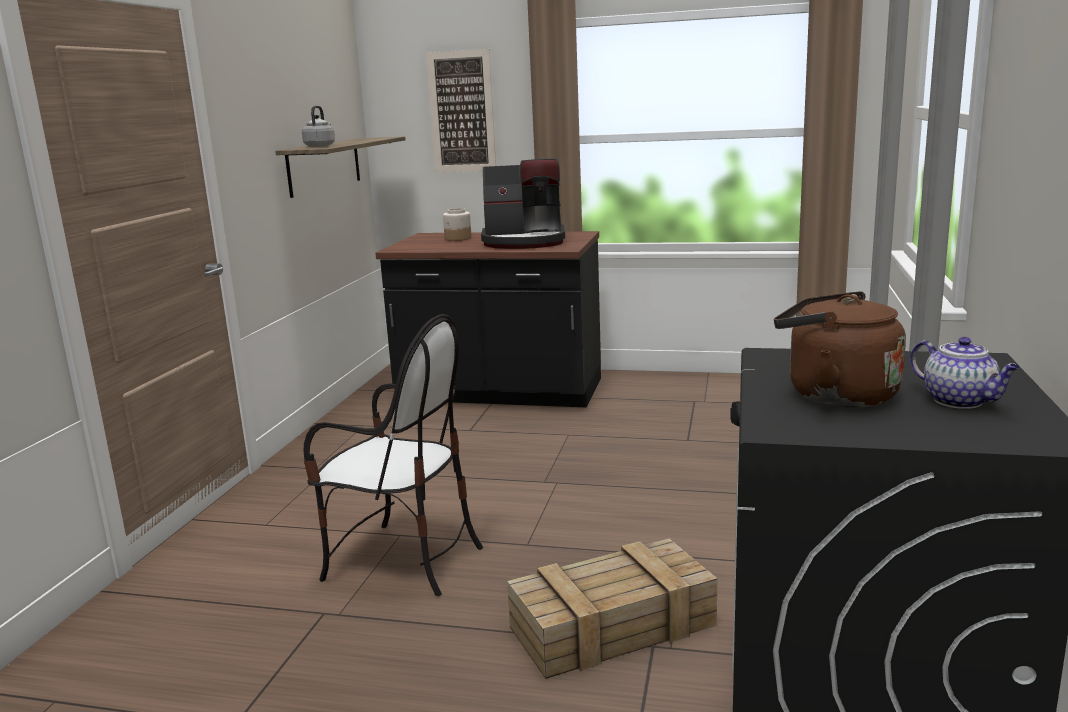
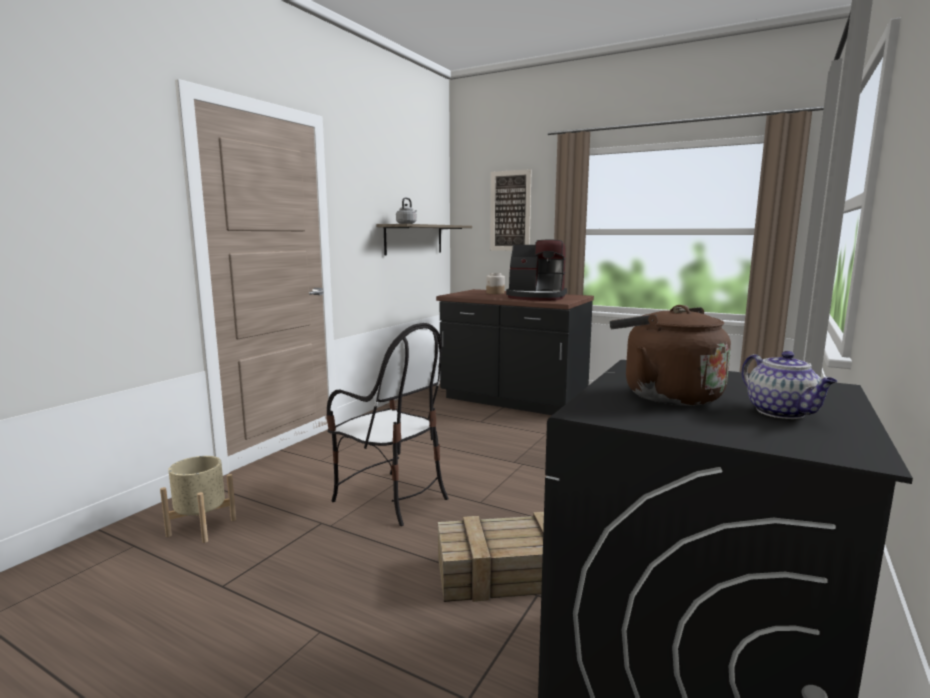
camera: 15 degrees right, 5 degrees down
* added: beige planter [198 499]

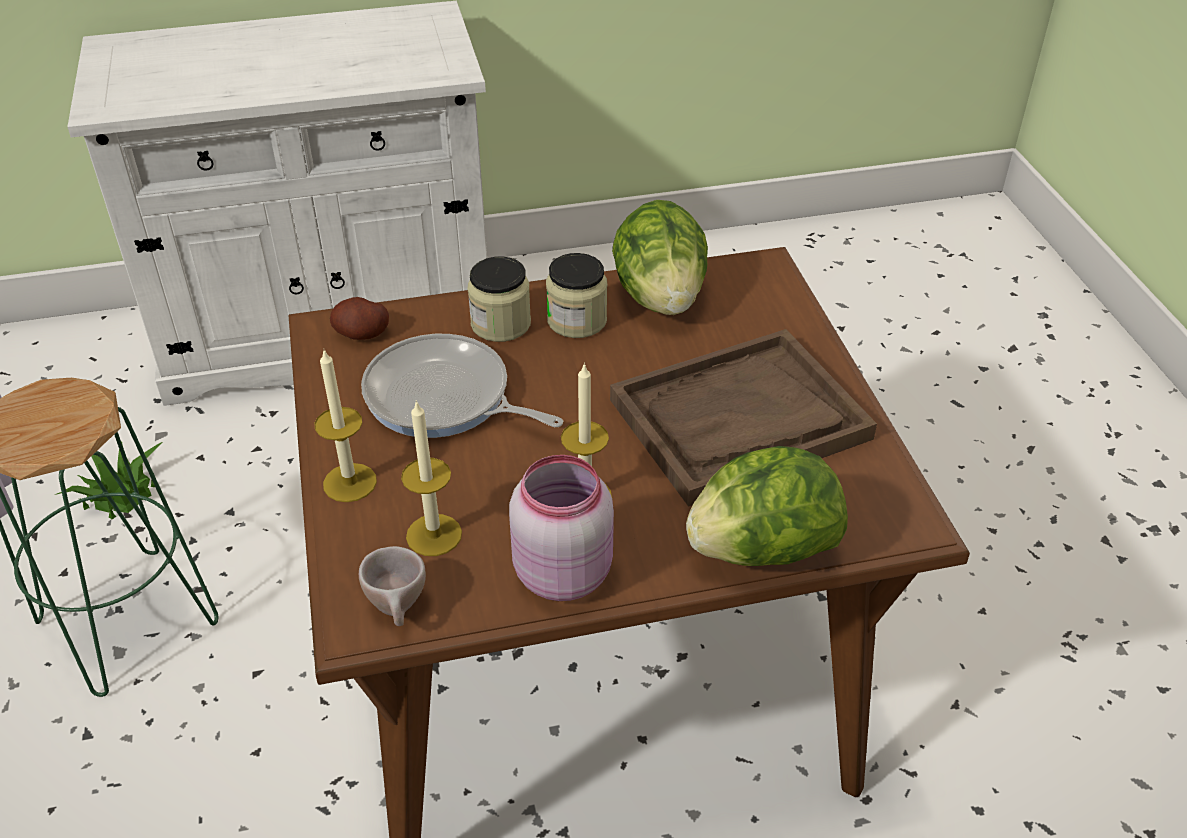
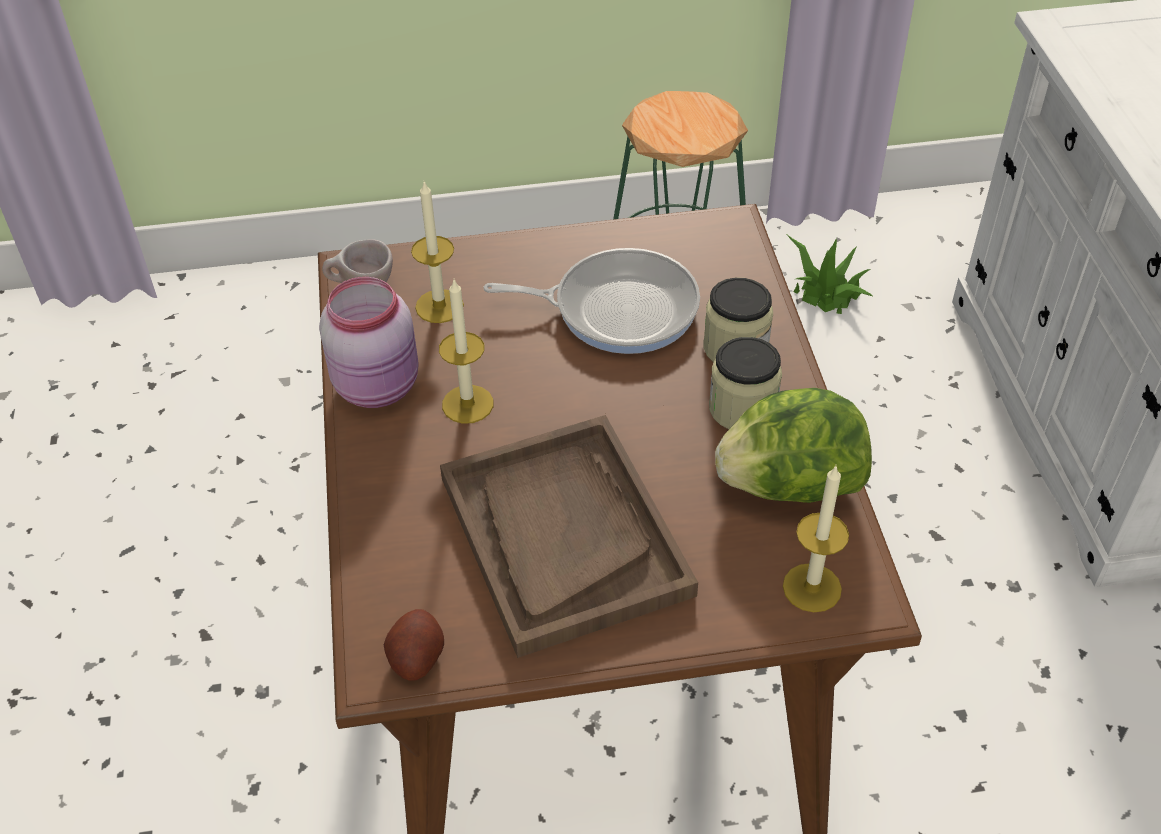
camera: 95 degrees right, 5 degrees up
* moved: potato [359 318] to [414 645]
* turned: frying pan [462 386] = [591 301] 60 degrees clockwise
* moved: candle [346 426] to [816 539]
* removed: lettuce [767 506]

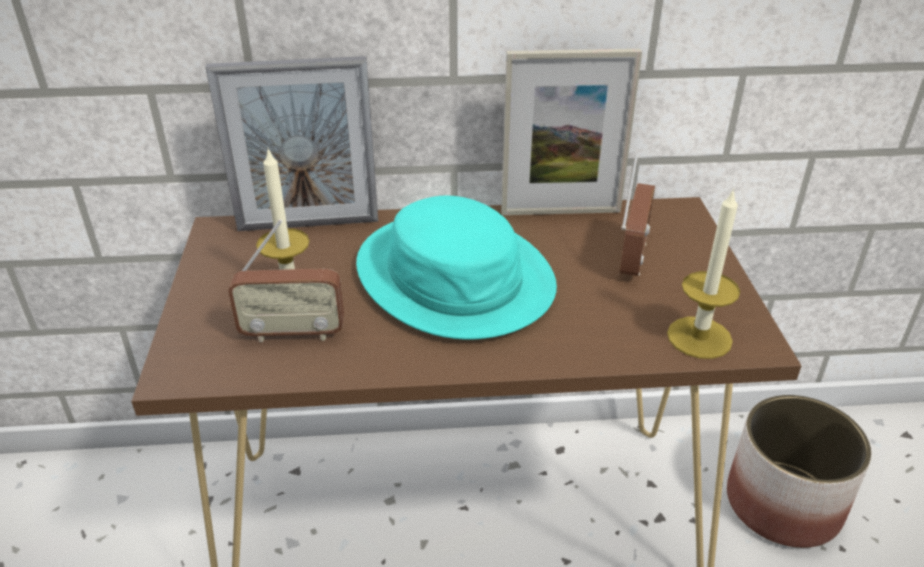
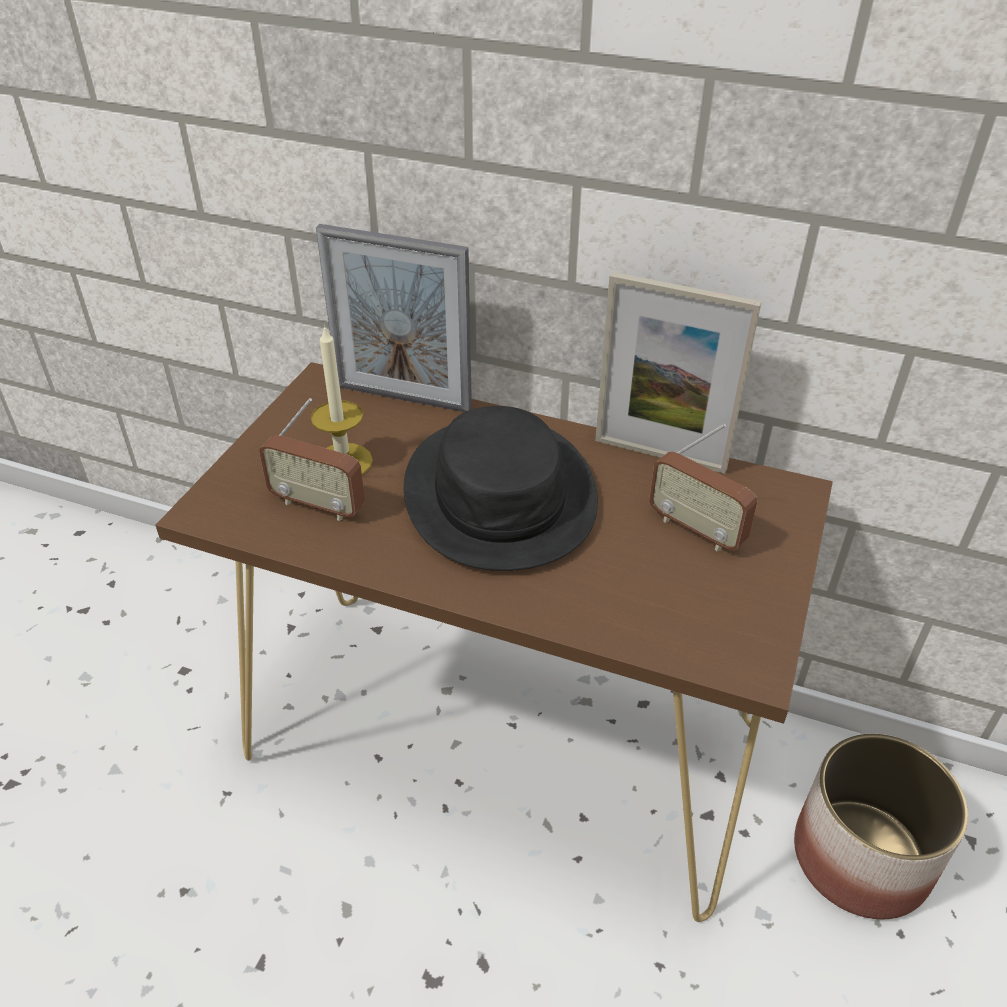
camera: 25 degrees right, 5 degrees up
* turned: radio [637 216] = [703 487] 90 degrees clockwise
* removed: candle [703 273]
* recoloured: turquoise hat [456 267] to black hat [501 488]

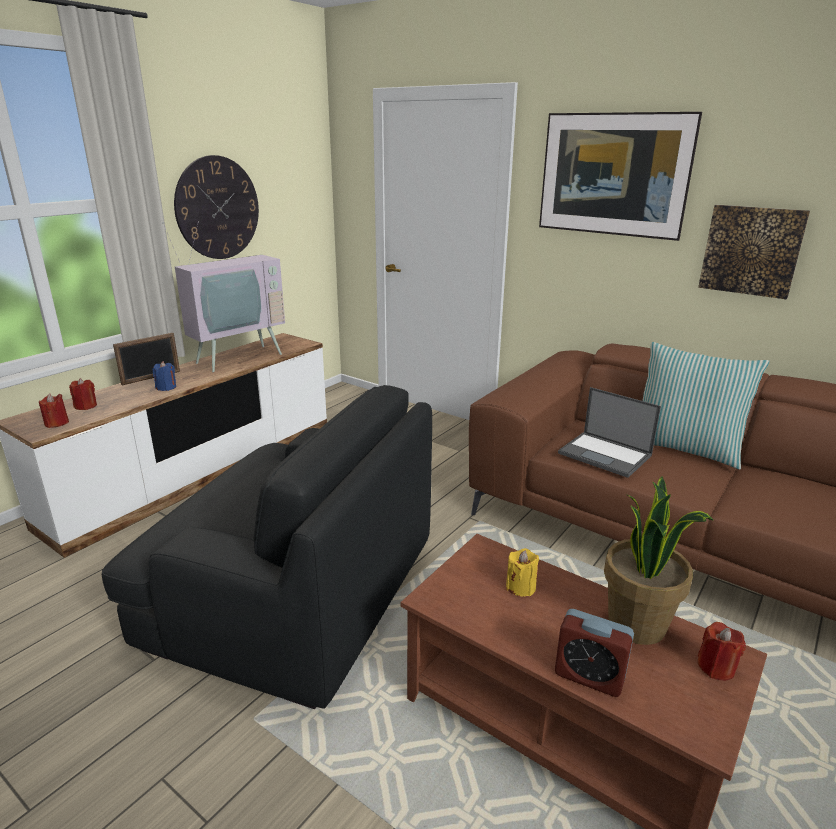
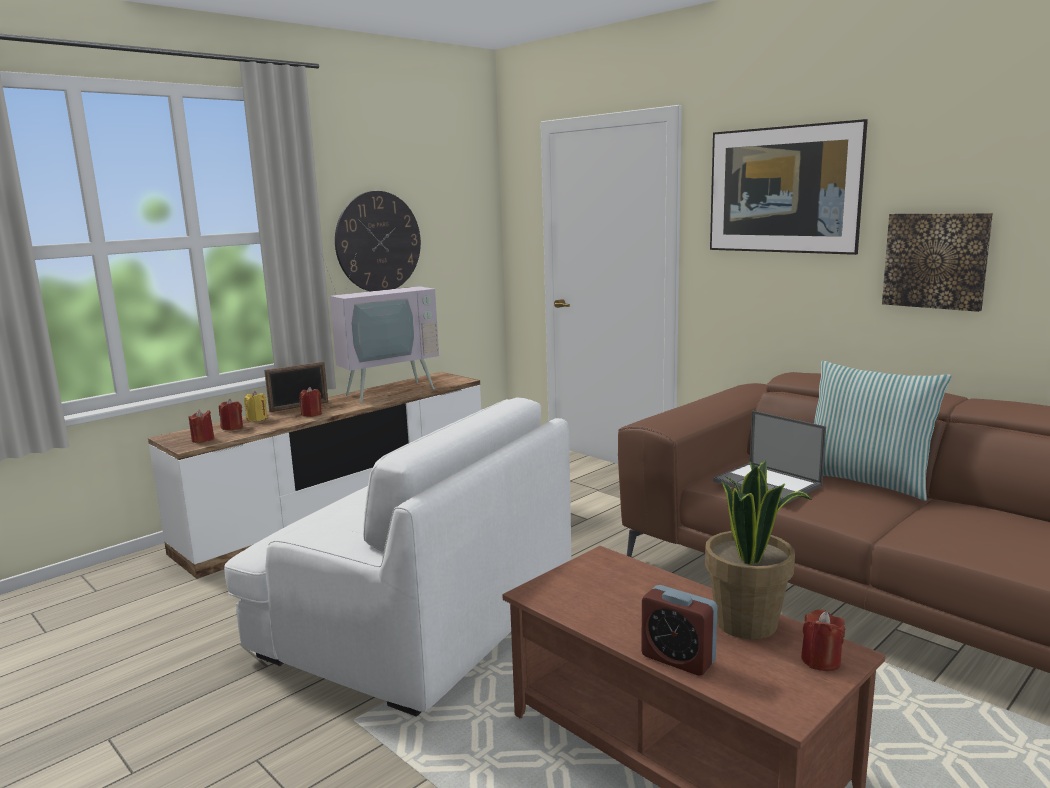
camera: 10 degrees right, 10 degrees down
* recoloured: blue candle [164 376] to red candle [310 402]
* recoloured: black armchair [266 547] to white armchair [397 557]
* moved: yellow candle [522 572] to [255 406]

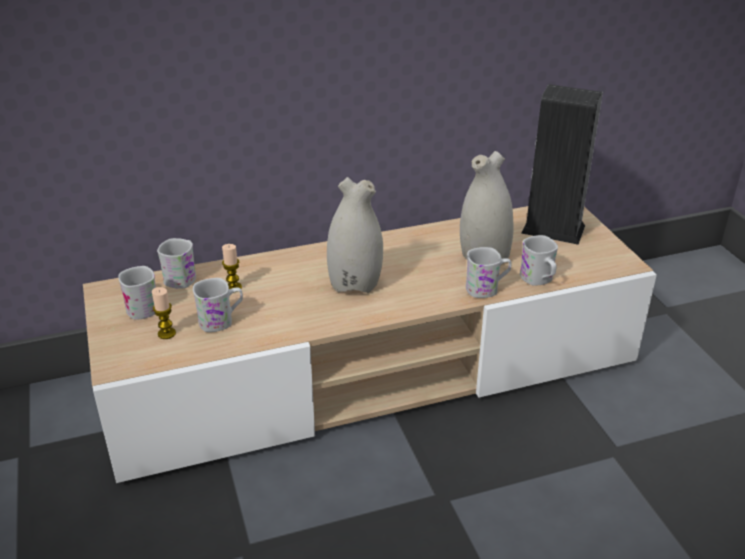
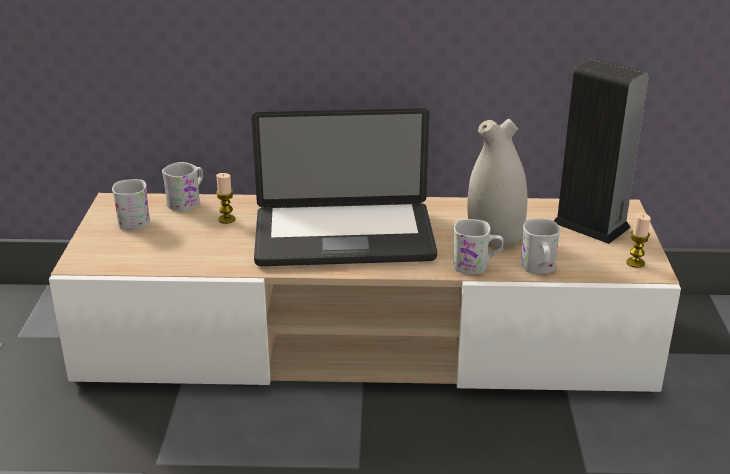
camera: 20 degrees right, 5 degrees down
* replaced: white vase [355 235] to laptop [344 187]
* removed: white mug [218 305]
* moved: candle [164 313] to [638 240]

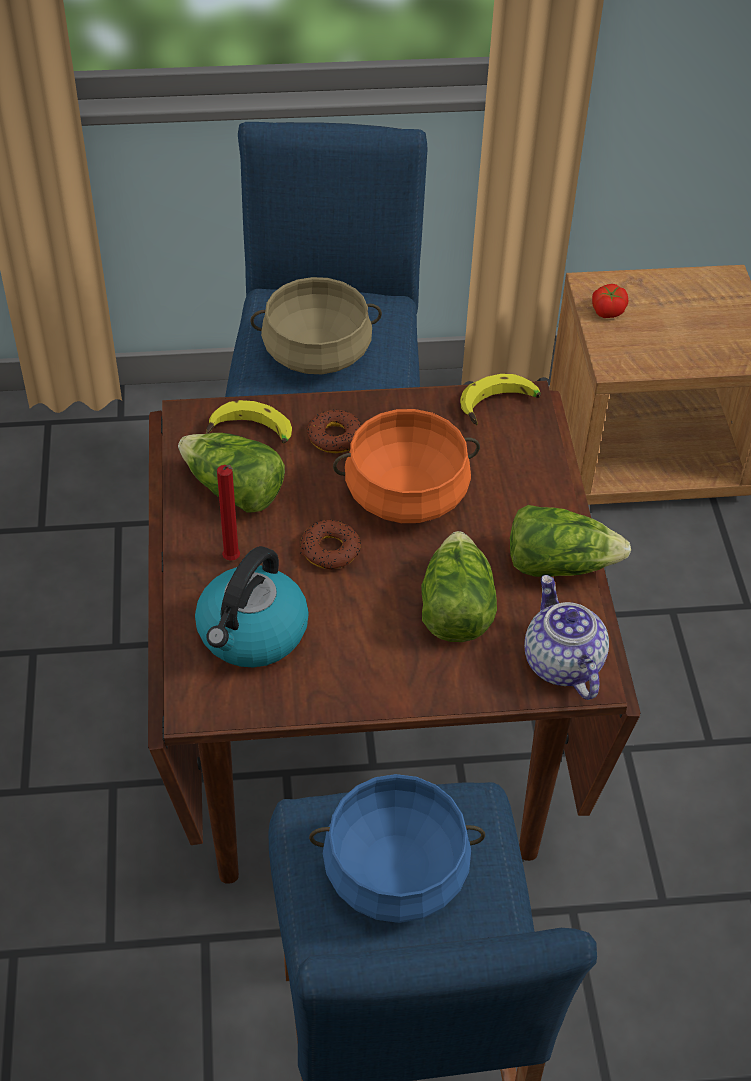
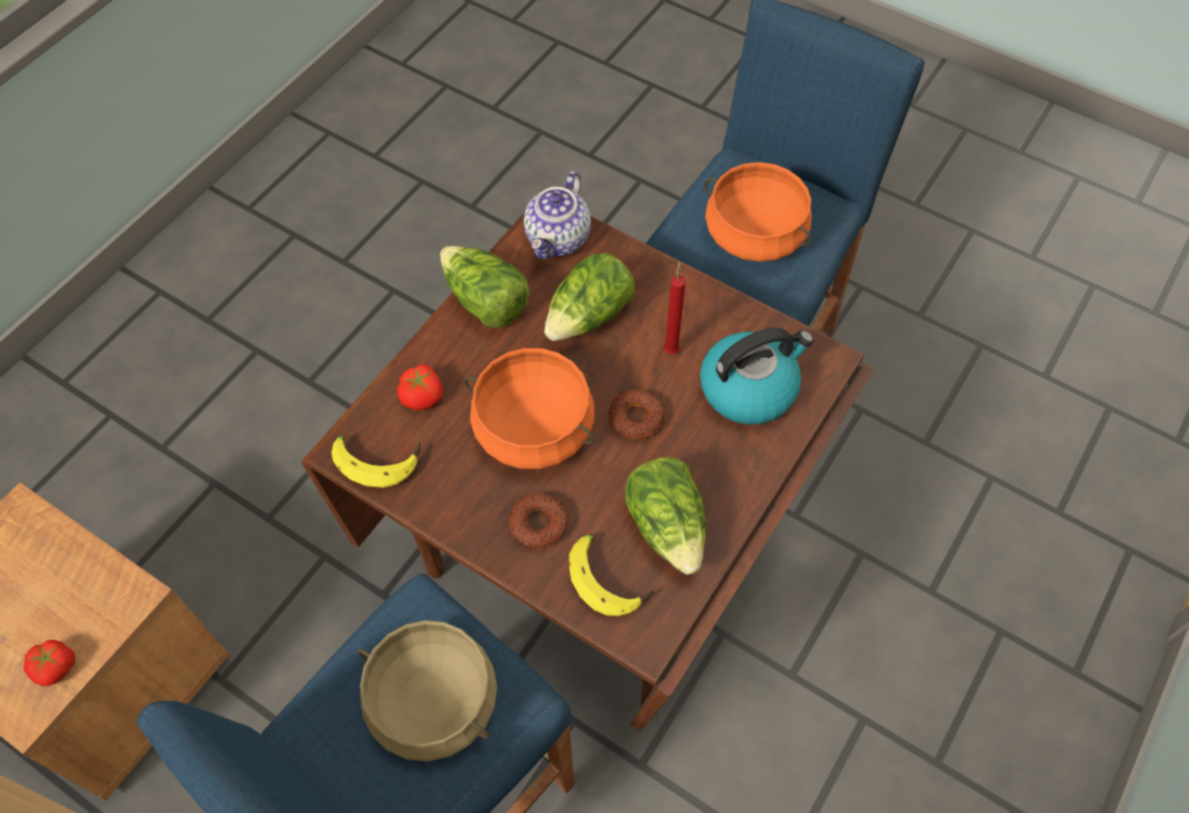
camera: 140 degrees left, 10 degrees up
* moved: red candle [228 513] to [674 308]
* recoloured: blue cooking pot [397 848] to orange cooking pot [758 212]
* added: tomato [420 387]

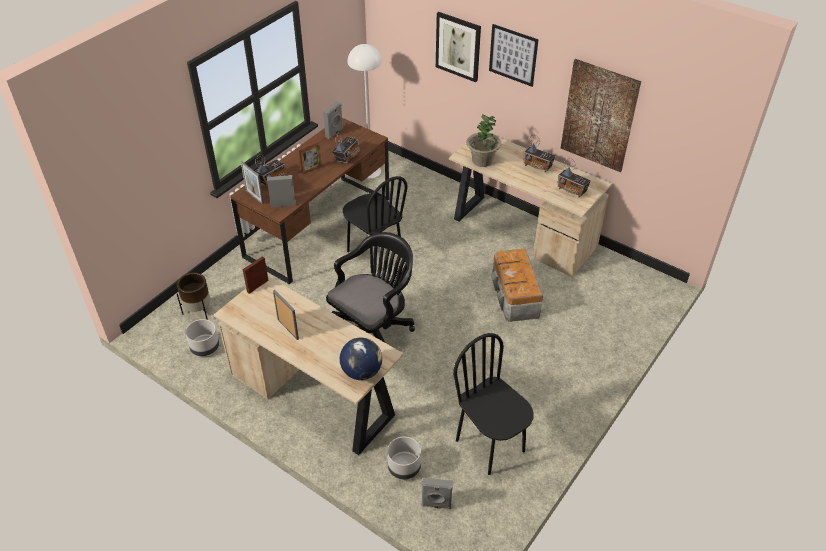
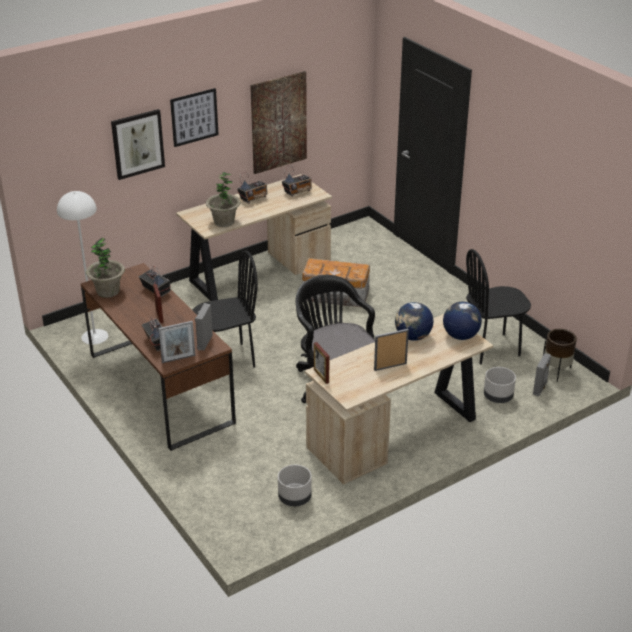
camera: 70 degrees left, 10 degrees down
* replaced: grey speaker [333 120] to potted plant [105 267]
* moved: brown planter [194 296] to [560 355]
* added: globe [414 321]

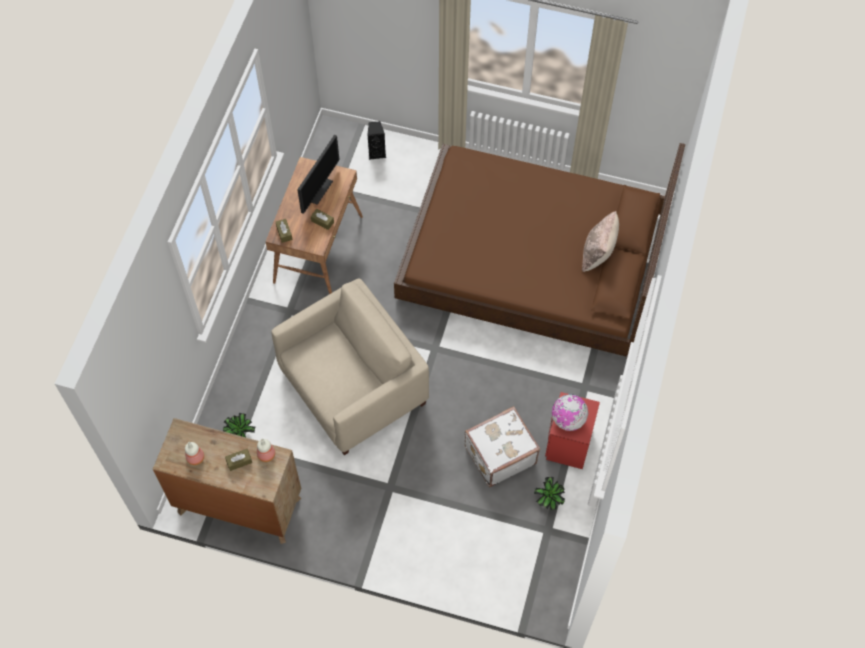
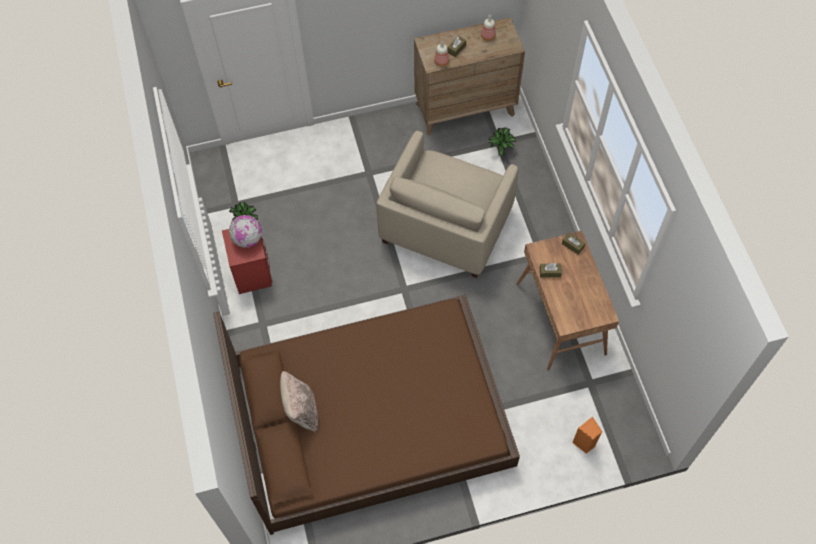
camera: 150 degrees right, 0 degrees up
* recoloured: black speaker [376 140] to orange speaker [587 435]
* removed: monitor [318 174]
* removed: white suitcase [502 446]

